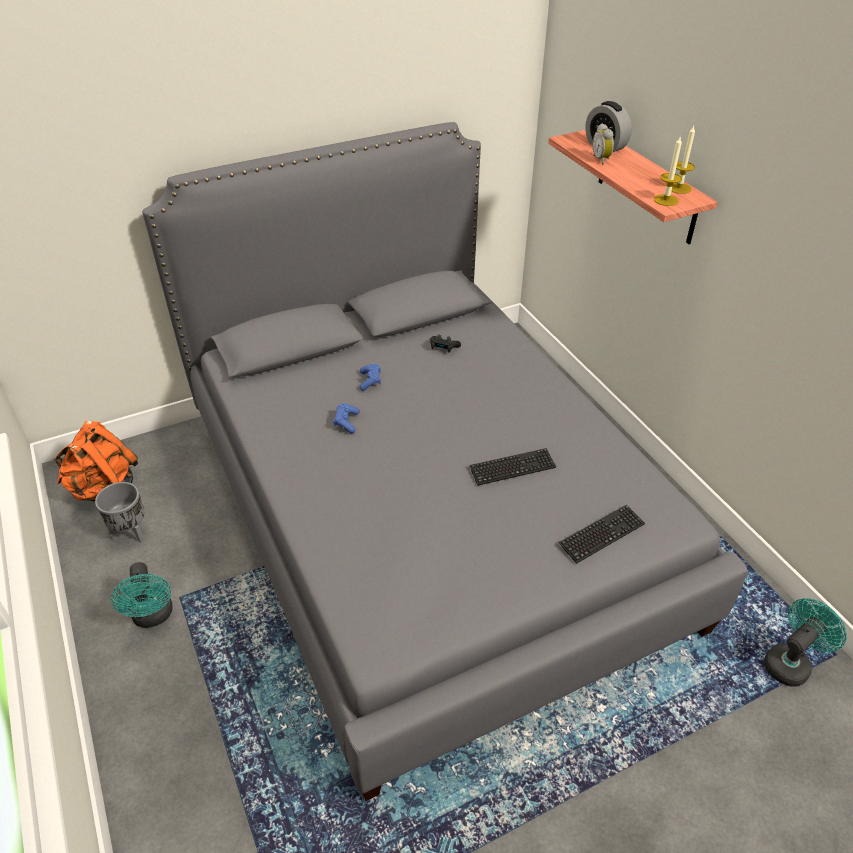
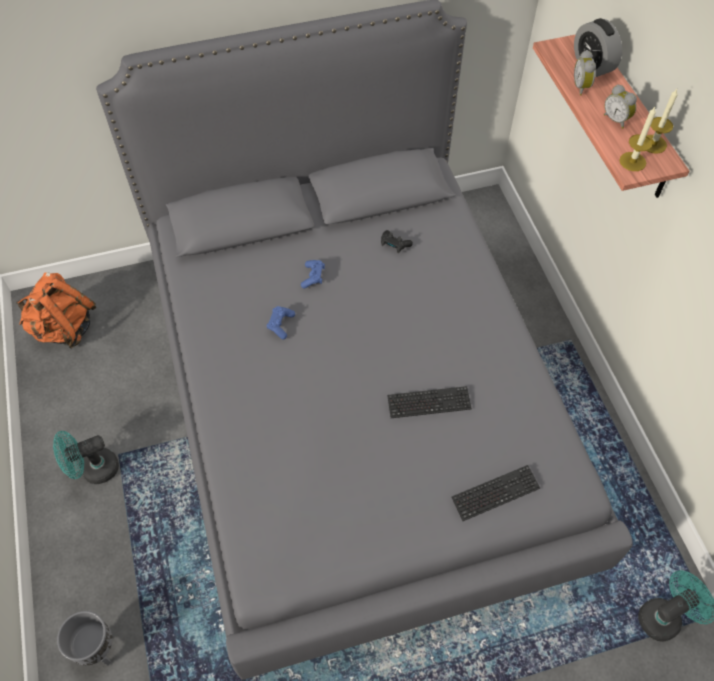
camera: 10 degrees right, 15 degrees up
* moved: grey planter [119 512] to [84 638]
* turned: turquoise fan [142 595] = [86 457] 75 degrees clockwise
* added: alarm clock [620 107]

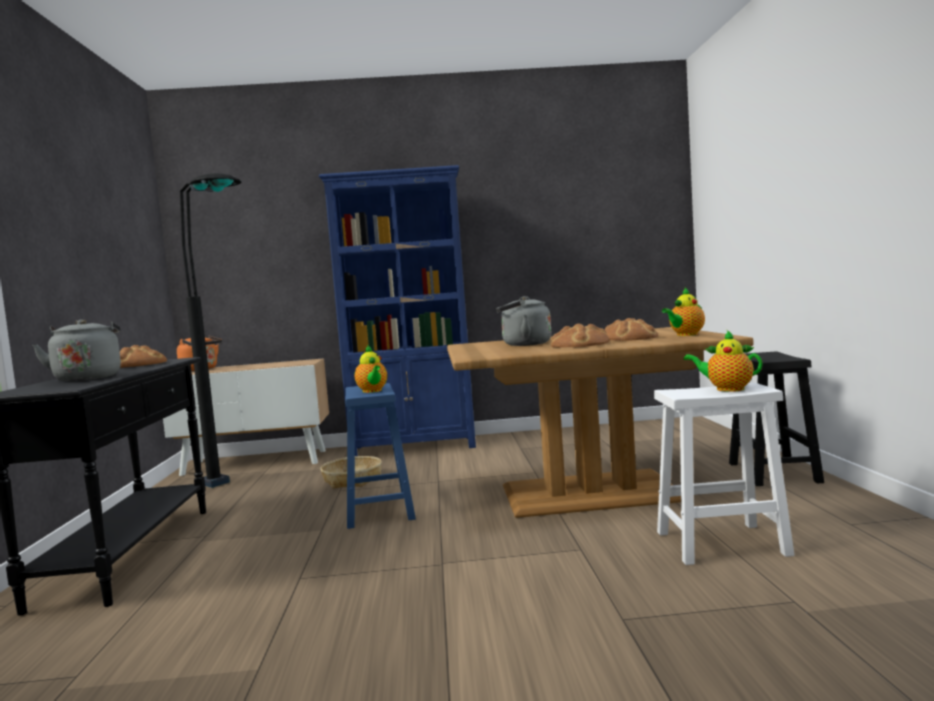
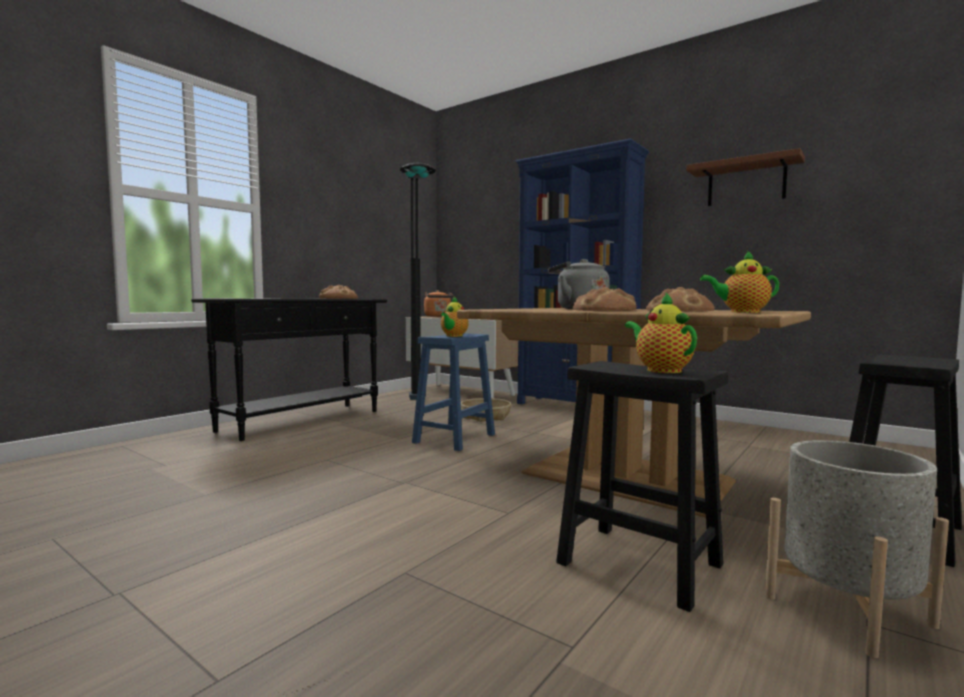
camera: 40 degrees right, 0 degrees up
* removed: grey kettle [76 350]
* recoloured: white stool [724 473] to black stool [642 486]
* added: brown shelf [745 177]
* added: grey planter [857 549]

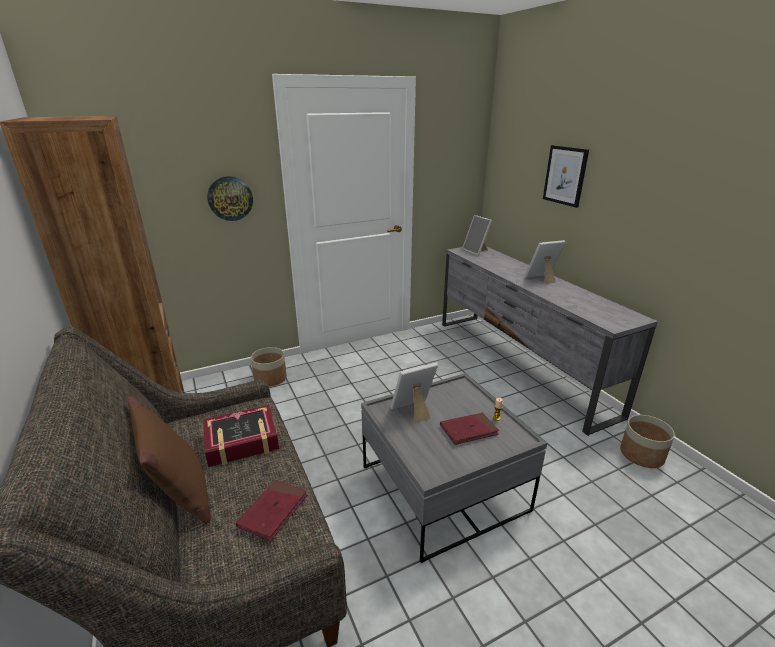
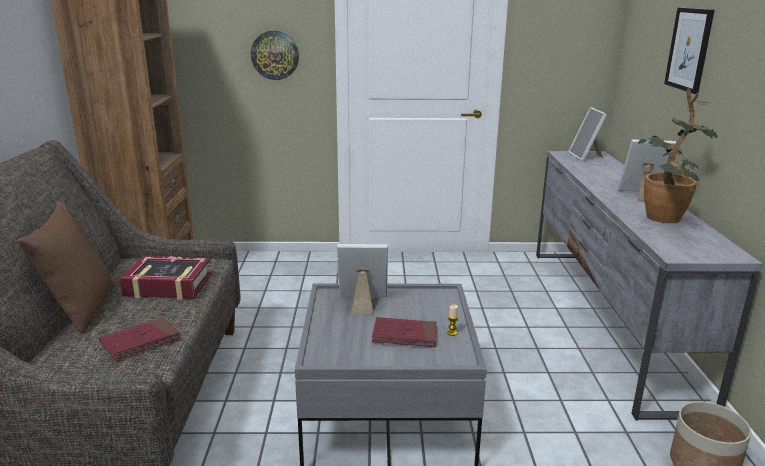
camera: 25 degrees right, 5 degrees down
* removed: planter [269 367]
* added: potted plant [677 155]

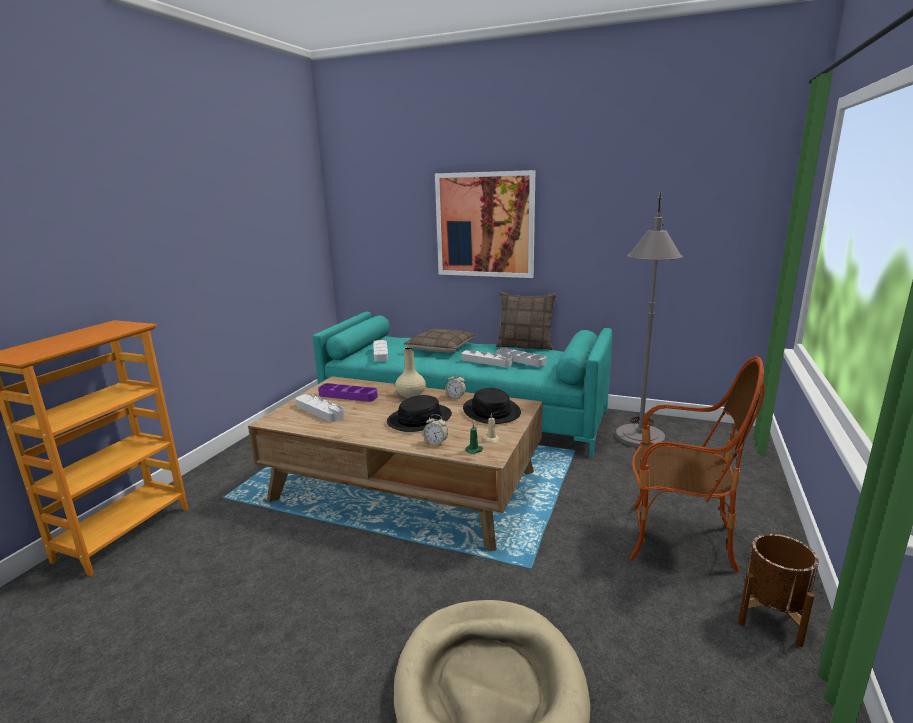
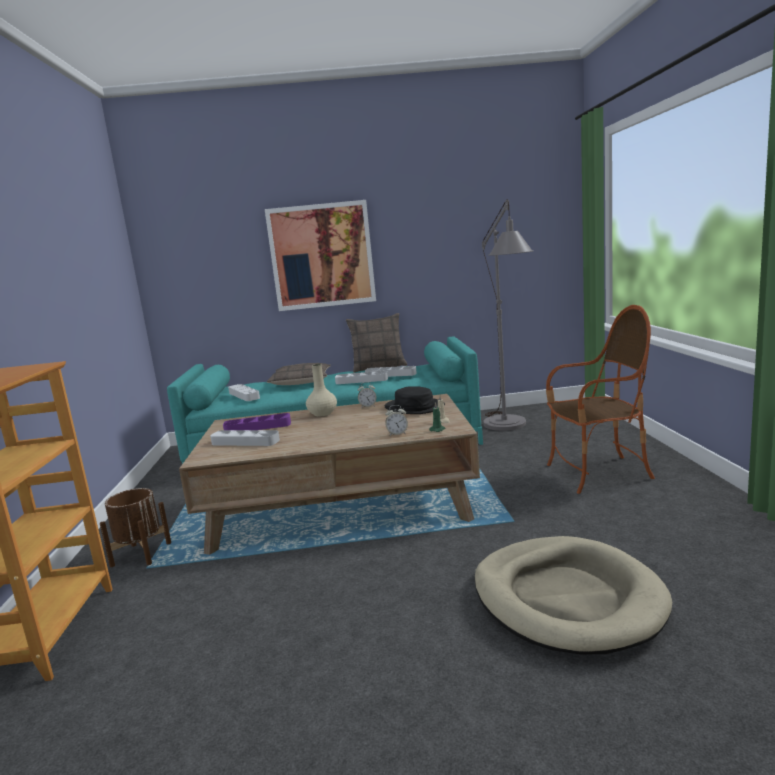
camera: 25 degrees left, 5 degrees down
* removed: black hat [419 413]
* moved: brown planter [778 590] to [135 527]

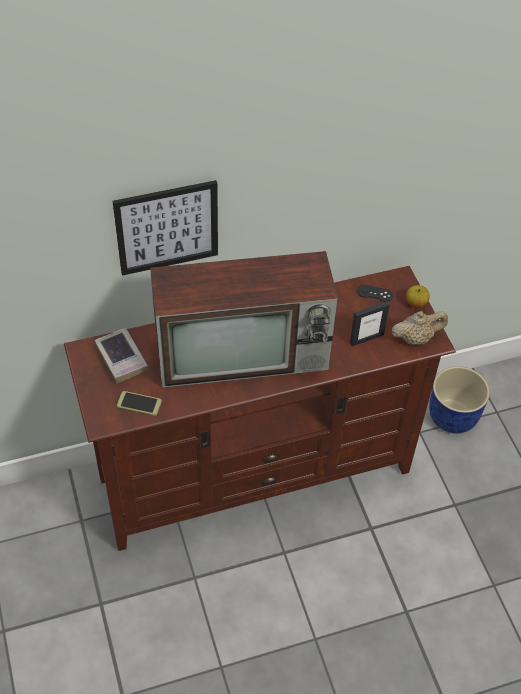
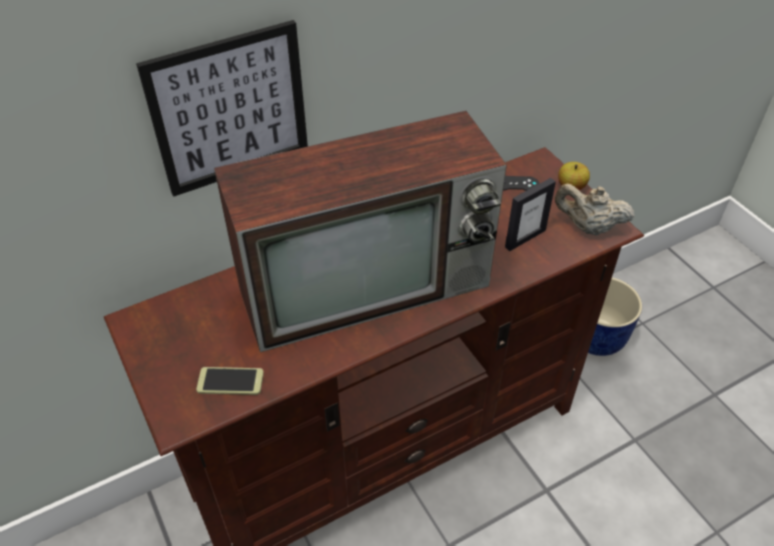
camera: 10 degrees left, 5 degrees down
* turned: beige teapot [420 328] = [595 210] 135 degrees counterclockwise
* removed: book [121 355]

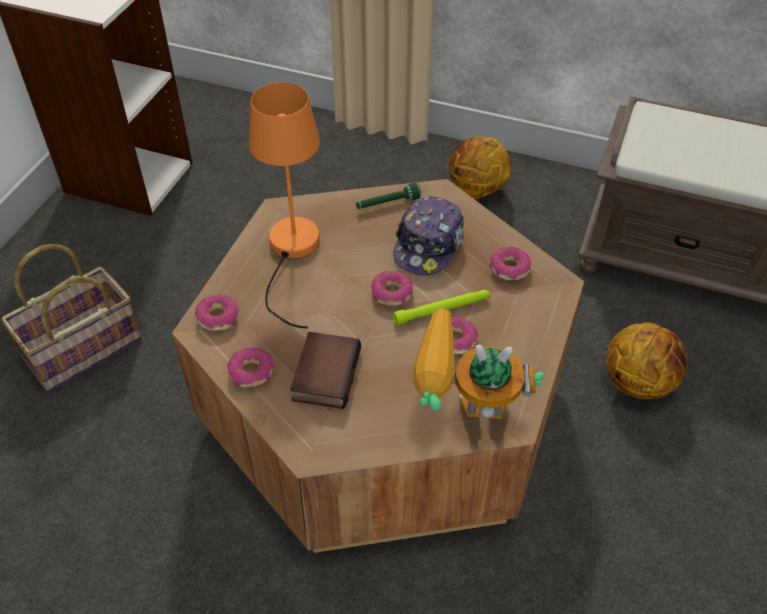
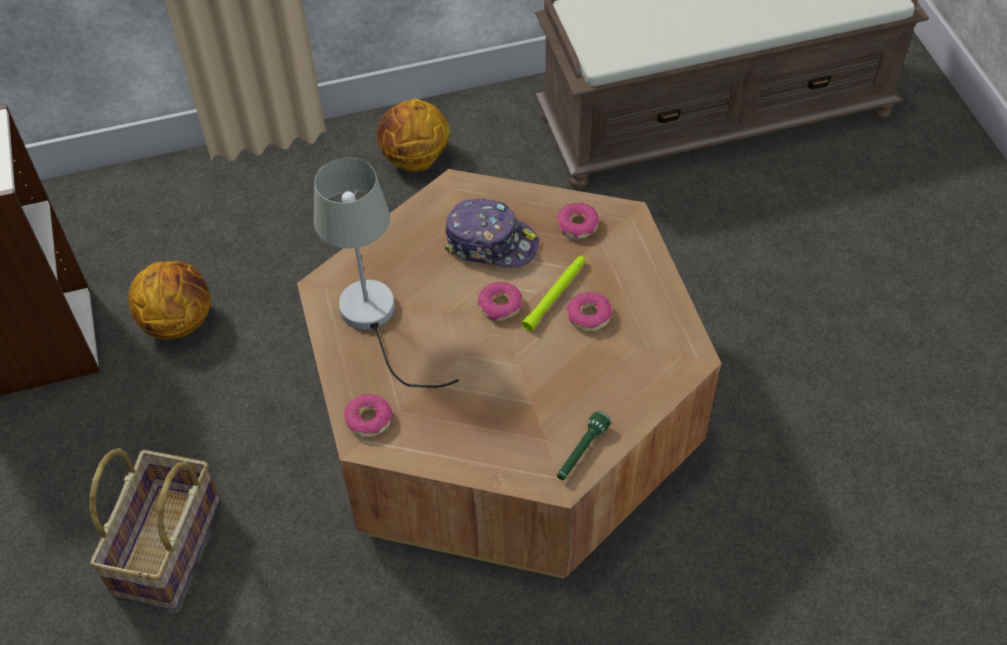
camera: 35 degrees left, 5 degrees up
* recoloured: orange table lamp [284 206] to grey table lamp [386 273]
* moved: green flashlight [388 196] to [584 445]
* turned: cap [428 236] = [492 233] 60 degrees counterclockwise
* removed: toy robot [478 364]
* moved: basketball [646 360] to [169 300]
* removed: book [325 370]
* removed: donut [250 368]

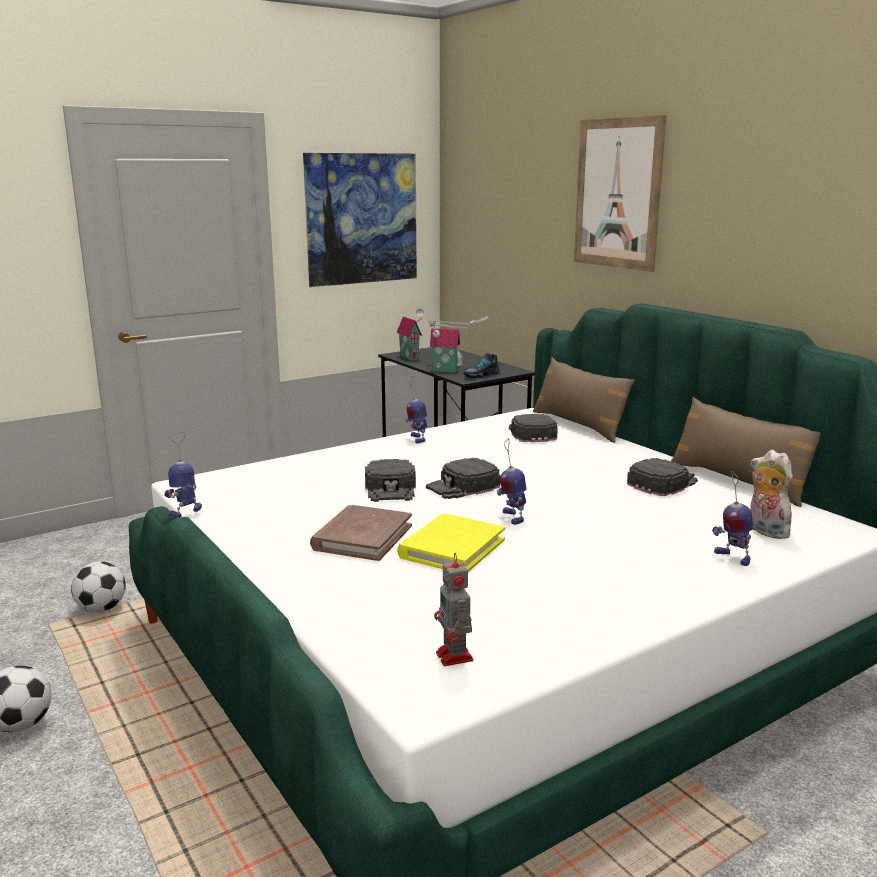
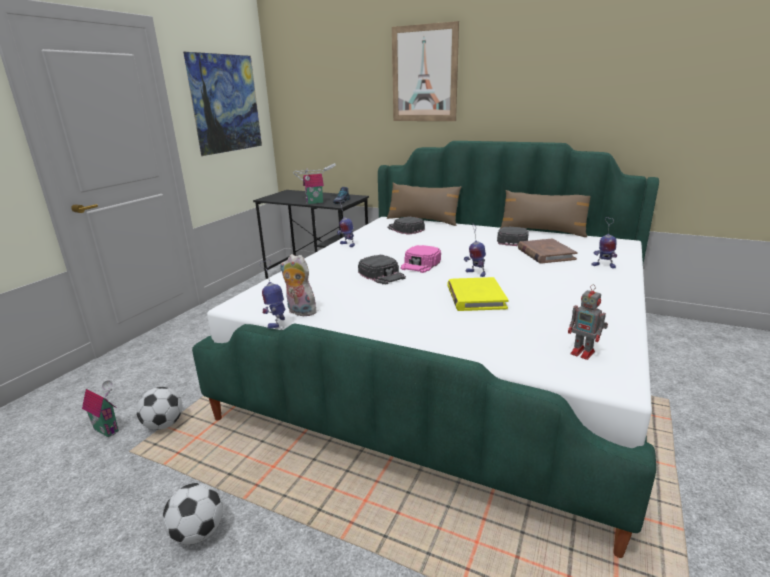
camera: 30 degrees left, 5 degrees up
* moved: toy house [410 334] to [100 408]
* moved: plush toy [773 494] to [298 285]
* recoloured: black cap [463 478] to pink cap [421 259]
* moved: brown book [361 533] to [548 251]

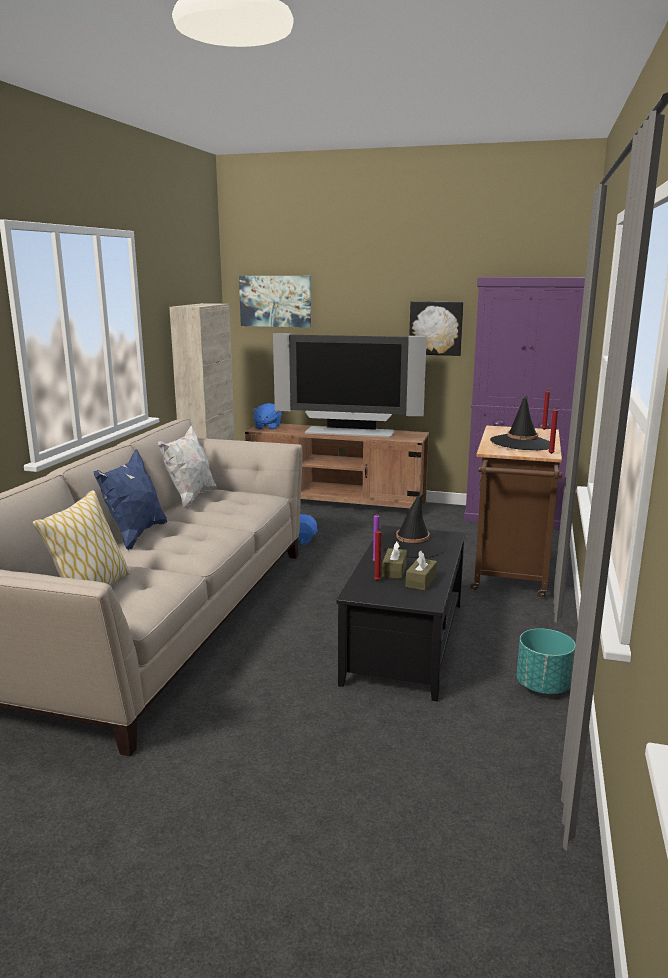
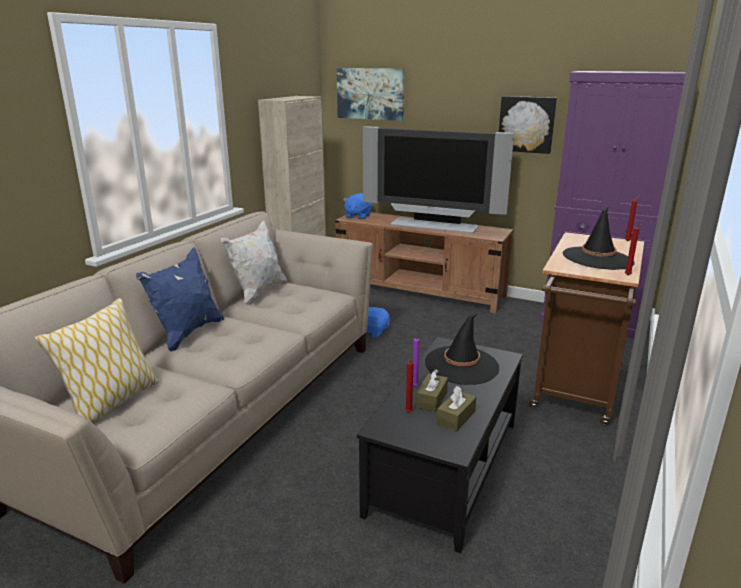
camera: 10 degrees right, 5 degrees up
* removed: turquoise planter [546 661]

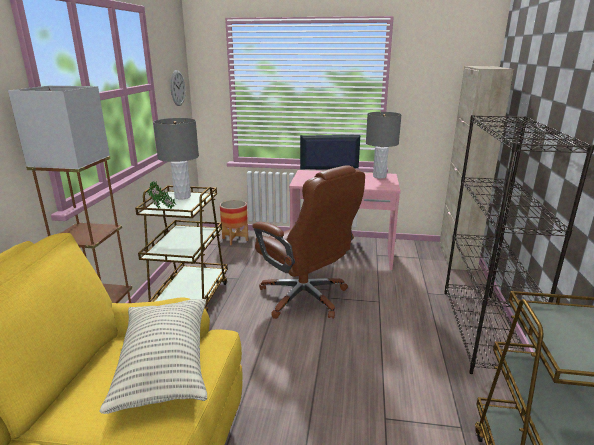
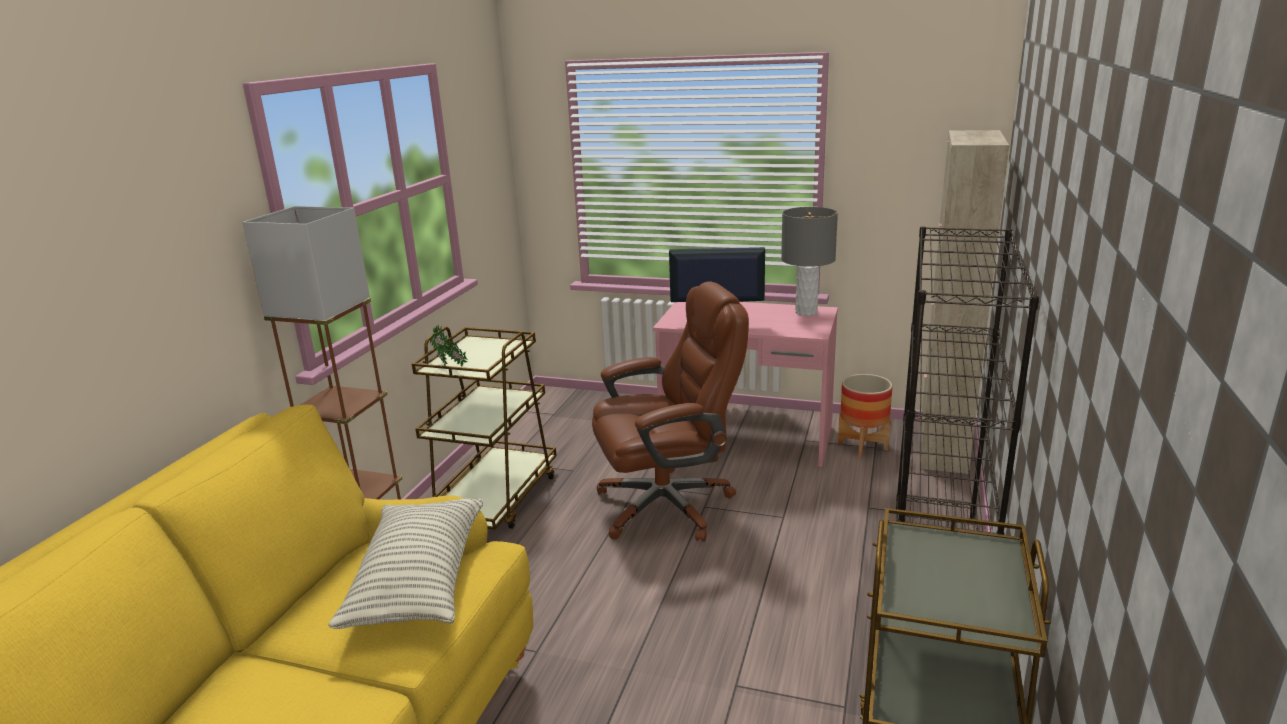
camera: 10 degrees right, 0 degrees up
* removed: wall clock [178 88]
* removed: grey table lamp [176 158]
* turned: brown office chair [308 242] = [670 412] 75 degrees counterclockwise
* moved: planter [234 222] to [865 416]

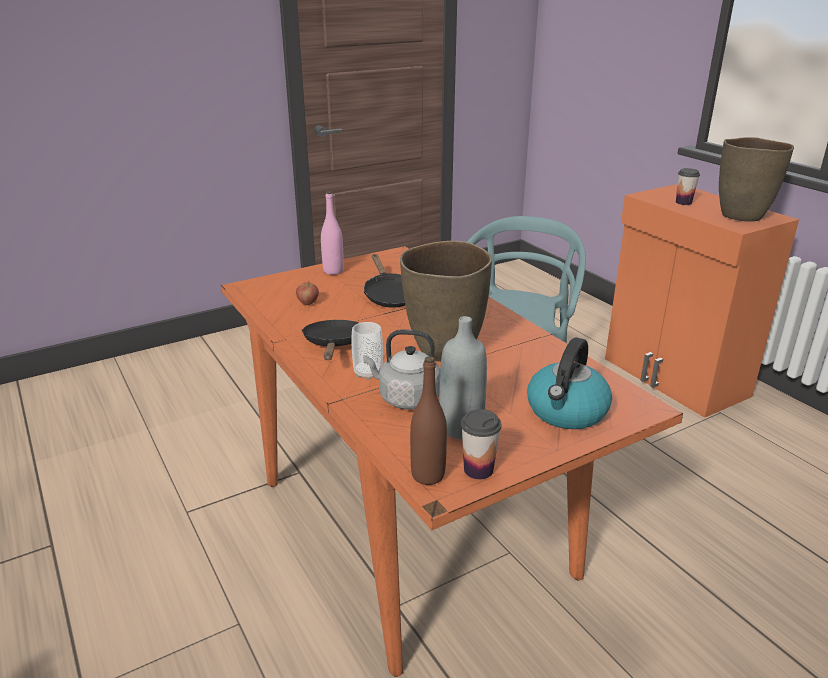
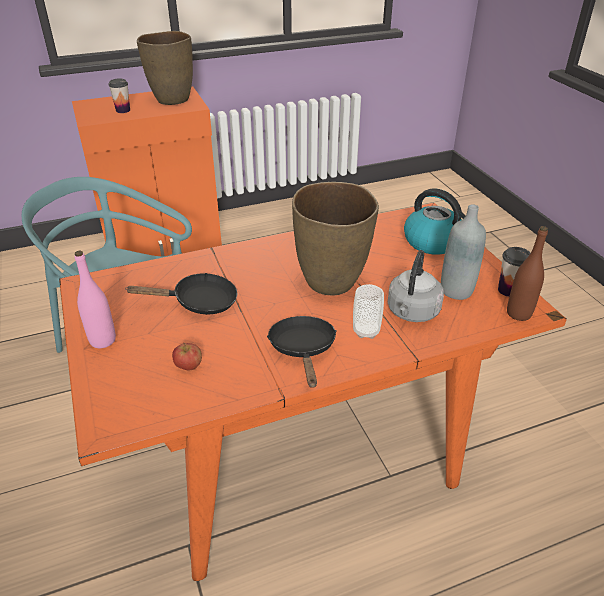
camera: 80 degrees left, 10 degrees up
* turned: black frying pan [330 340] = [302 352] 75 degrees clockwise

